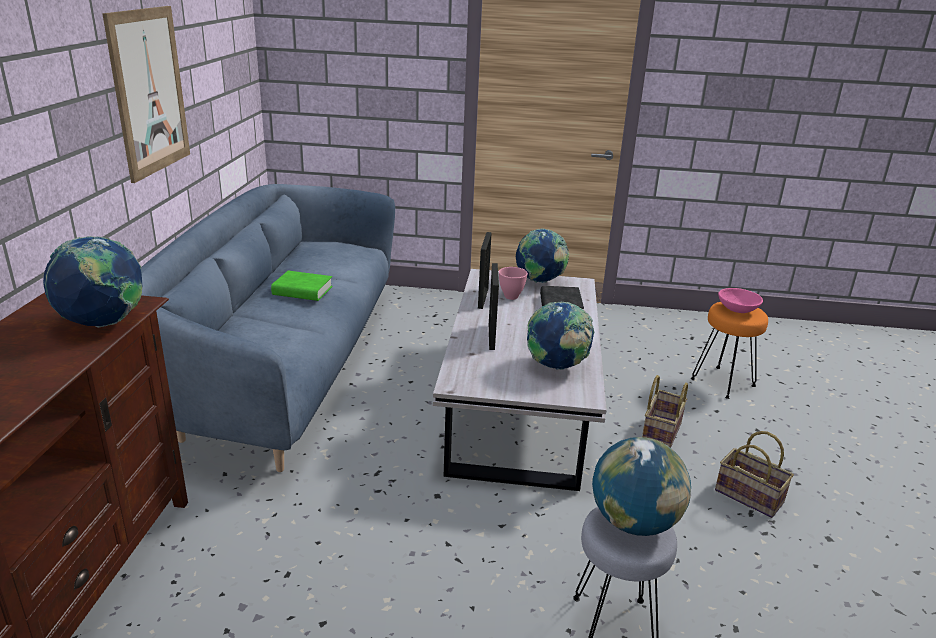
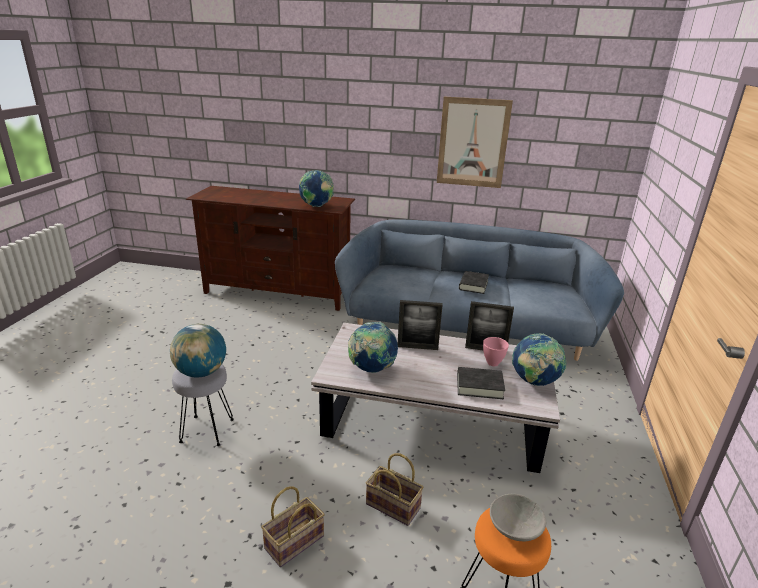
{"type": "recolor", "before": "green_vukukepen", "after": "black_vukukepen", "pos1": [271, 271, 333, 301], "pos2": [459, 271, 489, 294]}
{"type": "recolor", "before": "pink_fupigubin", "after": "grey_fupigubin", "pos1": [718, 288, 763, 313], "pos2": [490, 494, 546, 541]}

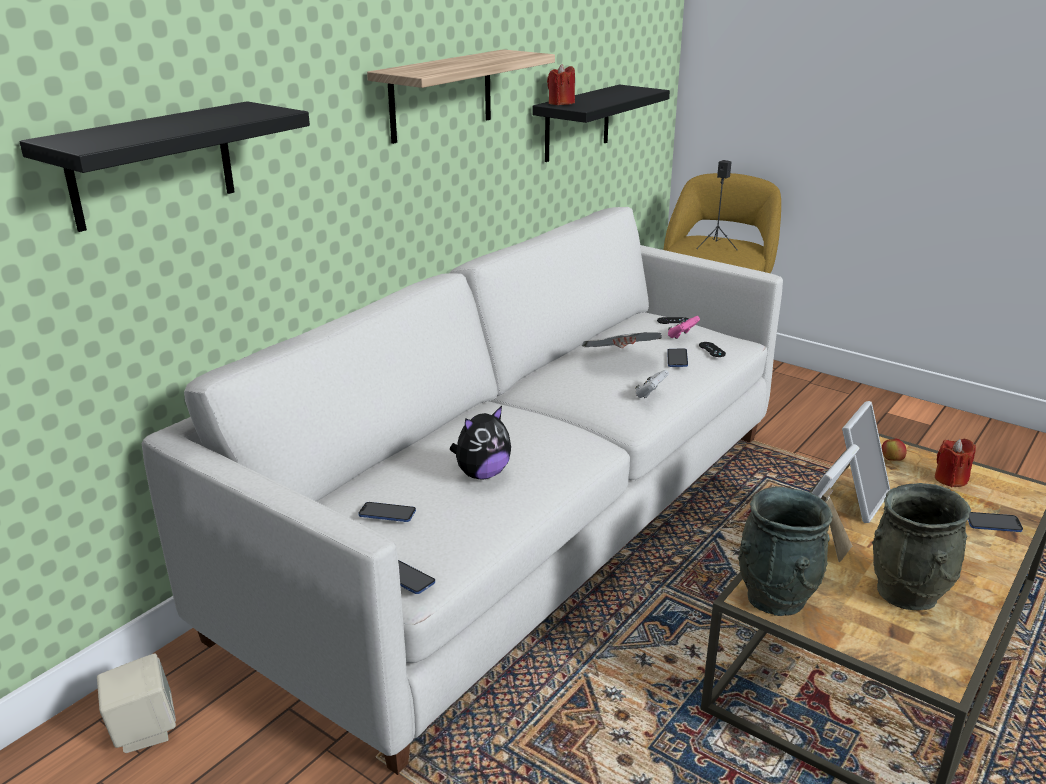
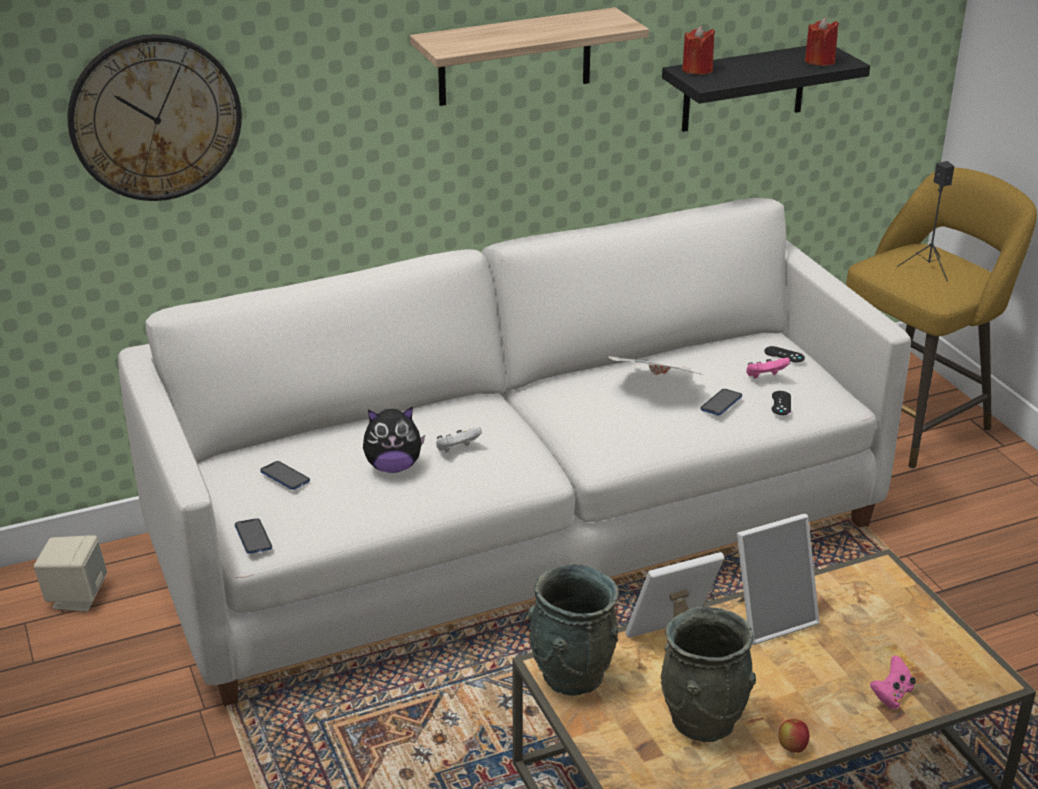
{"type": "replace", "before": "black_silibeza", "after": "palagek", "pos1": [19, 101, 310, 232], "pos2": [67, 34, 242, 201]}
{"type": "move", "before": "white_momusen", "pos1": [635, 370, 669, 398], "pos2": [436, 427, 482, 453]}
{"type": "move", "before": "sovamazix", "pos1": [882, 439, 906, 461], "pos2": [779, 719, 809, 753]}
{"type": "move", "before": "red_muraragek", "pos1": [935, 439, 976, 487], "pos2": [805, 17, 839, 66]}
{"type": "replace", "before": "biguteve", "after": "pink_momusen", "pos1": [968, 512, 1023, 532], "pos2": [870, 655, 916, 709]}

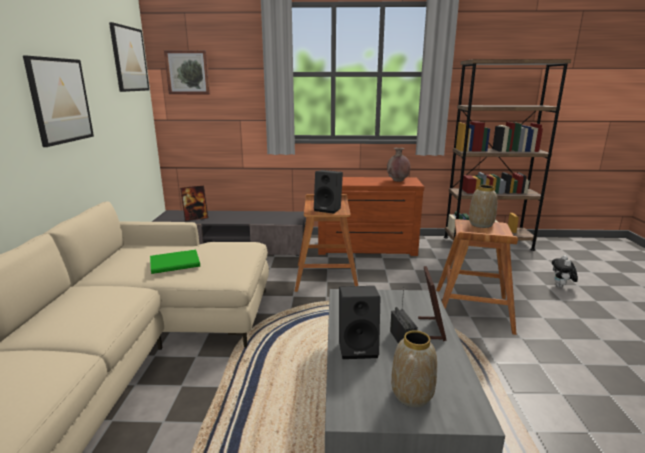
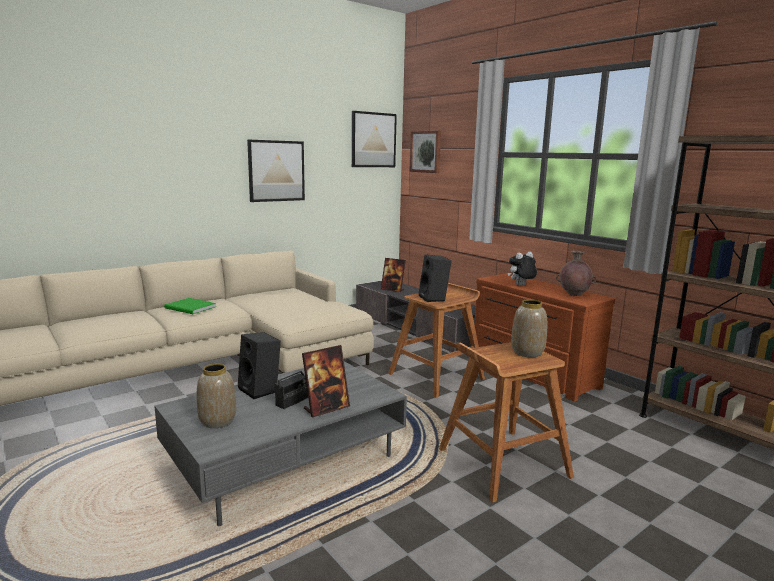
{"type": "move", "before": "green_vukukepen", "pos1": [150, 249, 200, 274], "pos2": [164, 298, 216, 314]}
{"type": "move", "before": "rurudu", "pos1": [552, 255, 578, 288], "pos2": [508, 252, 537, 286]}

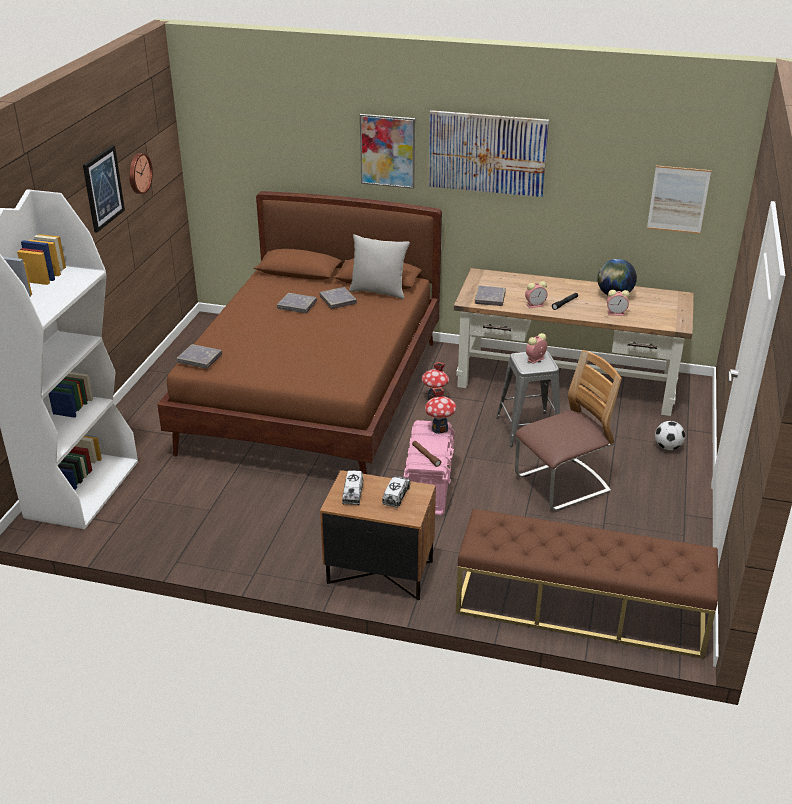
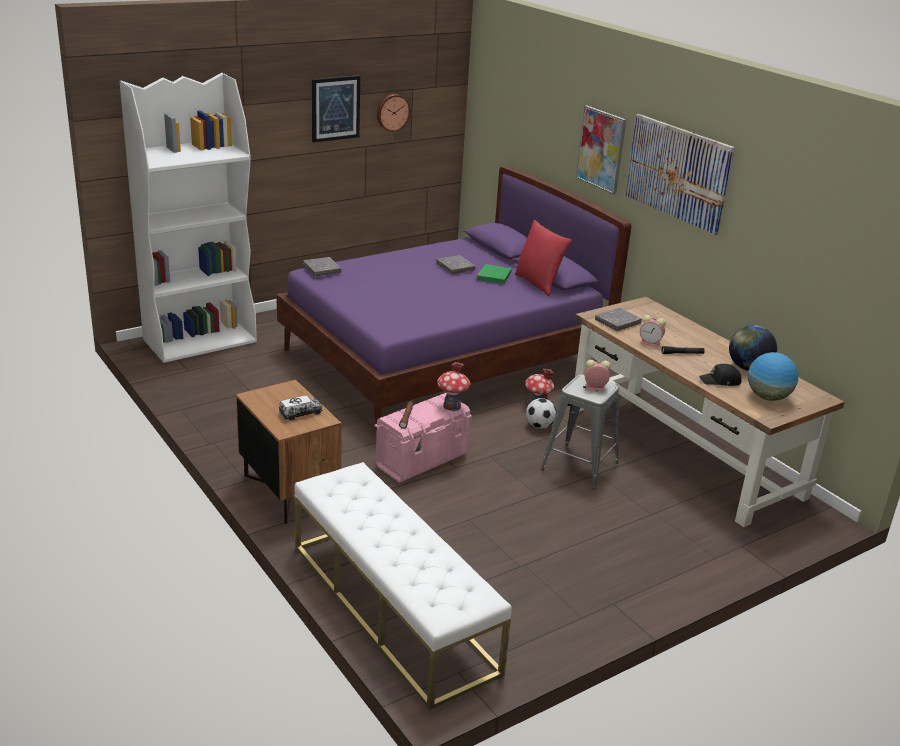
{"type": "recolor", "before": "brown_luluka", "after": "purple_luluka", "pos1": [157, 191, 442, 474], "pos2": [276, 166, 631, 431]}
{"type": "recolor", "before": "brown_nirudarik", "after": "white_nirudarik", "pos1": [456, 509, 718, 659], "pos2": [294, 462, 512, 710]}
{"type": "recolor", "before": "grey_vukukepen", "after": "green_vukukepen", "pos1": [319, 287, 357, 309], "pos2": [477, 264, 512, 284]}
{"type": "recolor", "before": "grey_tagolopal", "after": "red_tagolopal", "pos1": [349, 234, 410, 299], "pos2": [515, 219, 572, 296]}
{"type": "move", "before": "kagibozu", "pos1": [655, 421, 685, 450], "pos2": [526, 398, 556, 429]}
{"type": "replace", "before": "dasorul", "after": "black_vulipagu", "pos1": [607, 290, 630, 316], "pos2": [699, 364, 742, 386]}
{"type": "insert", "after": "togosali", "pos2": [748, 352, 798, 401]}
{"type": "delete", "before": "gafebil", "pos1": [342, 470, 363, 505]}
{"type": "delete", "before": "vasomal", "pos1": [515, 350, 622, 511]}
{"type": "delete", "before": "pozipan", "pos1": [647, 166, 711, 234]}

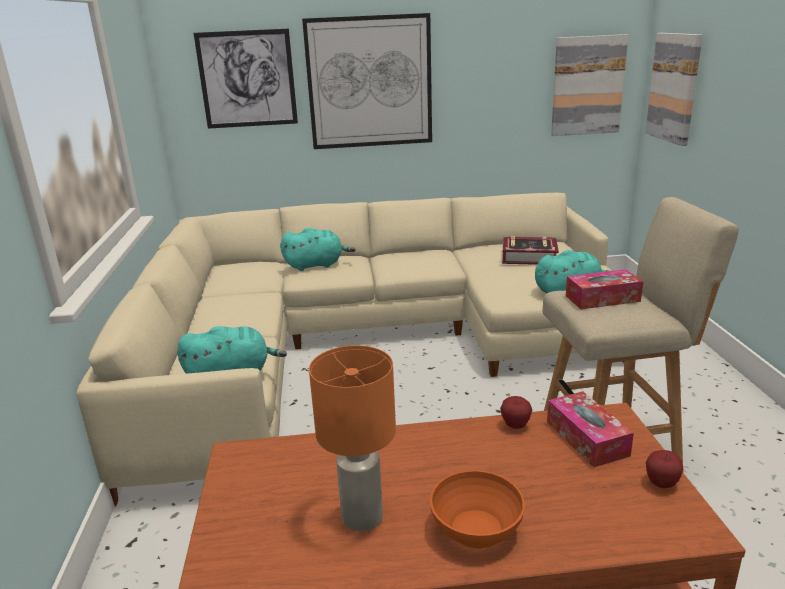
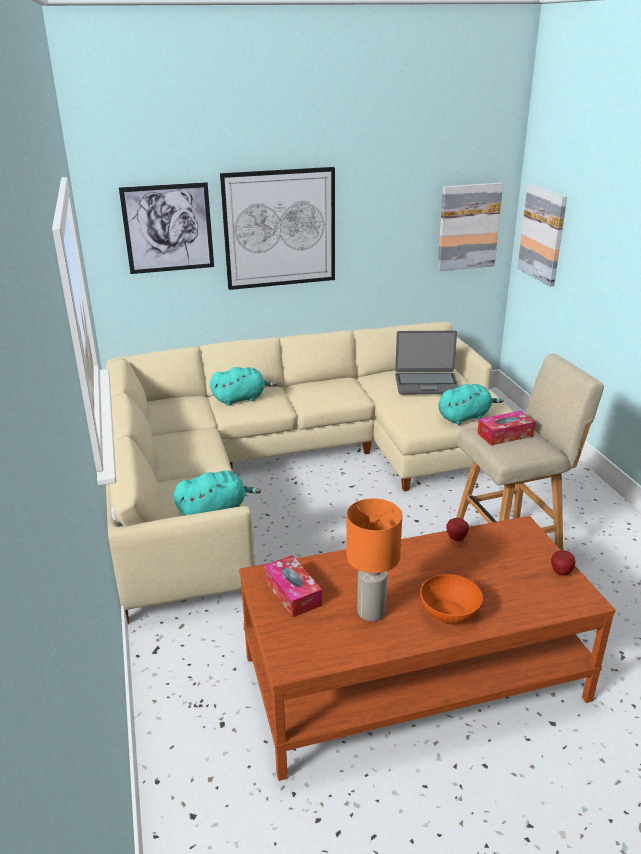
{"type": "move", "before": "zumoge", "pos1": [547, 391, 634, 467], "pos2": [264, 555, 322, 617]}
{"type": "replace", "before": "vukukepen", "after": "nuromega", "pos1": [502, 236, 559, 265], "pos2": [395, 331, 459, 394]}

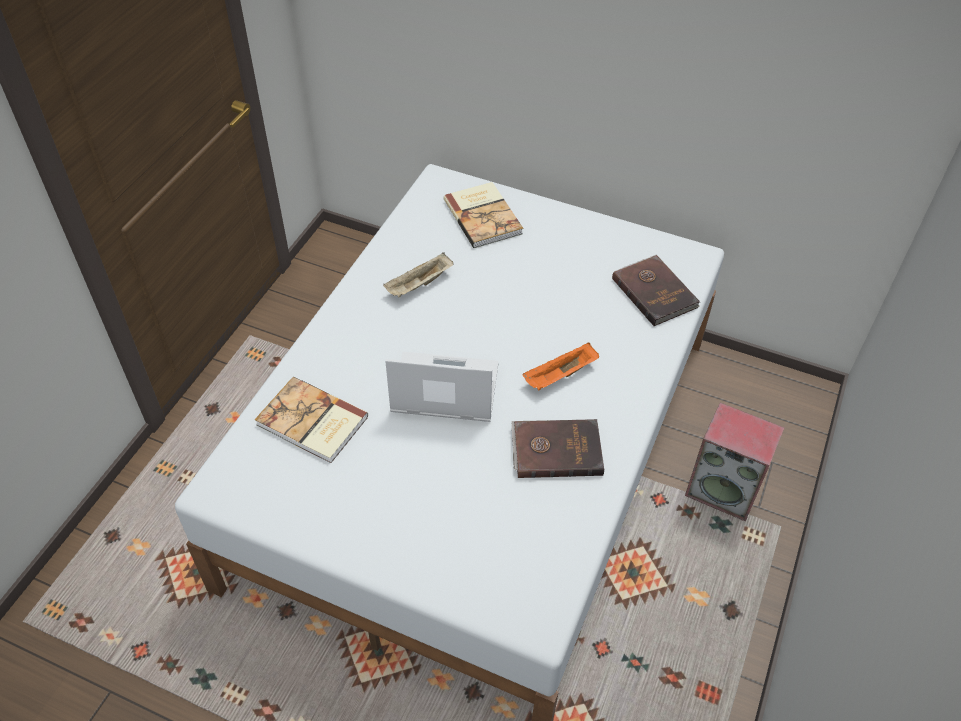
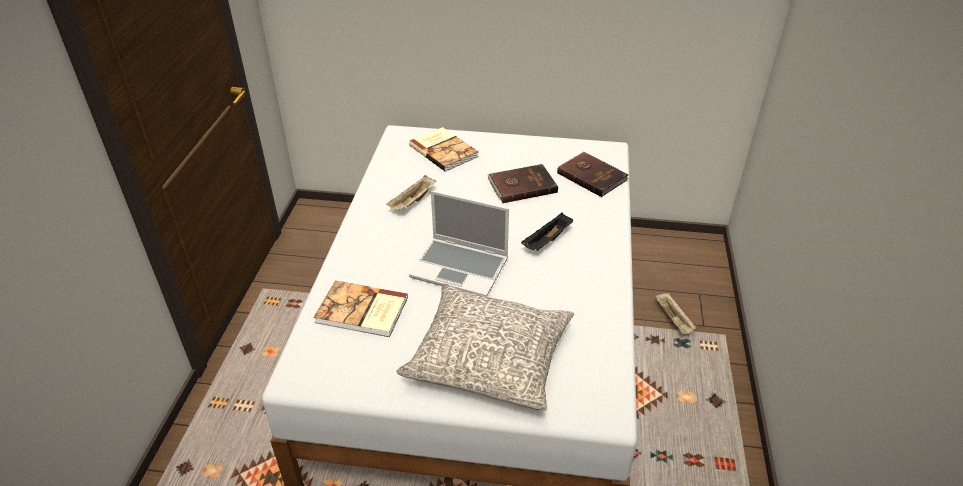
{"type": "insert", "after": "grey_tagolopal", "pos2": [396, 283, 574, 411]}
{"type": "rotate", "before": "nuromega", "pos1": [385, 352, 499, 422], "pos2": [409, 191, 509, 297], "turn": -150}
{"type": "move", "before": "brown_vukukepen", "pos1": [511, 419, 604, 478], "pos2": [487, 164, 558, 203]}
{"type": "recolor", "before": "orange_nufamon", "after": "black_nufamon", "pos1": [522, 342, 599, 390], "pos2": [521, 213, 573, 251]}
{"type": "replace", "before": "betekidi", "after": "beige_nufamon", "pos1": [685, 403, 784, 522], "pos2": [655, 292, 696, 334]}

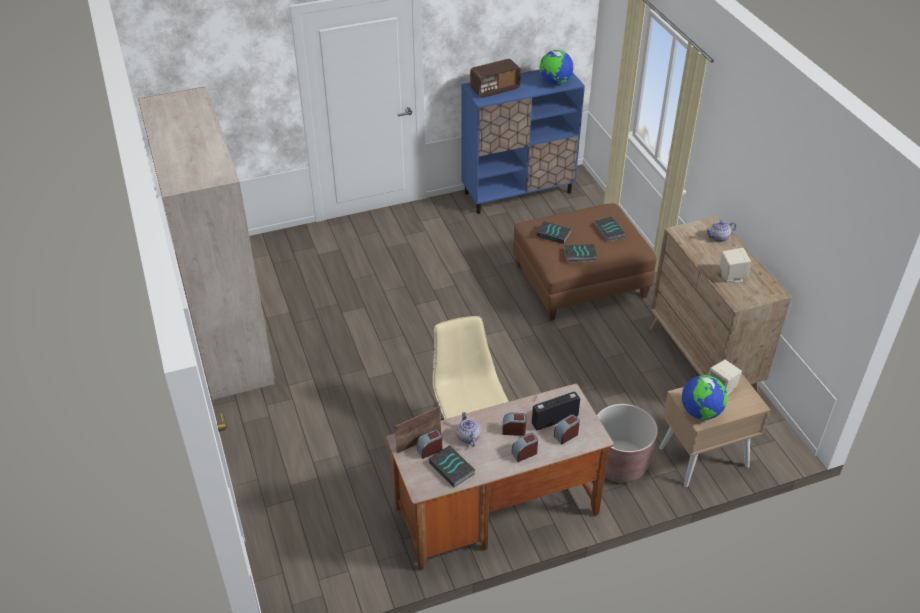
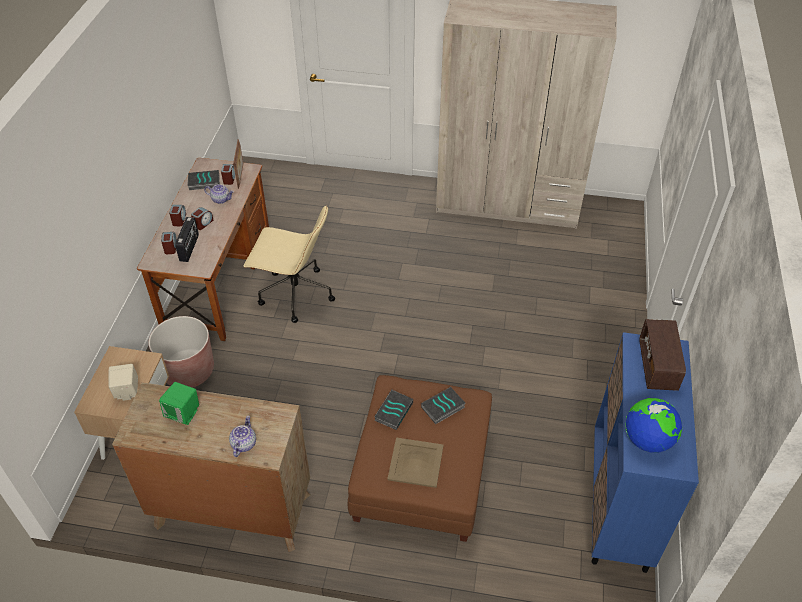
{"type": "recolor", "before": "beige_betekidi", "after": "green_betekidi", "pos1": [720, 248, 751, 283], "pos2": [159, 382, 199, 425]}
{"type": "replace", "before": "vukukepen", "after": "beige_nufamon", "pos1": [594, 217, 625, 242], "pos2": [387, 437, 444, 488]}
{"type": "delete", "before": "togosali", "pos1": [682, 375, 728, 420]}

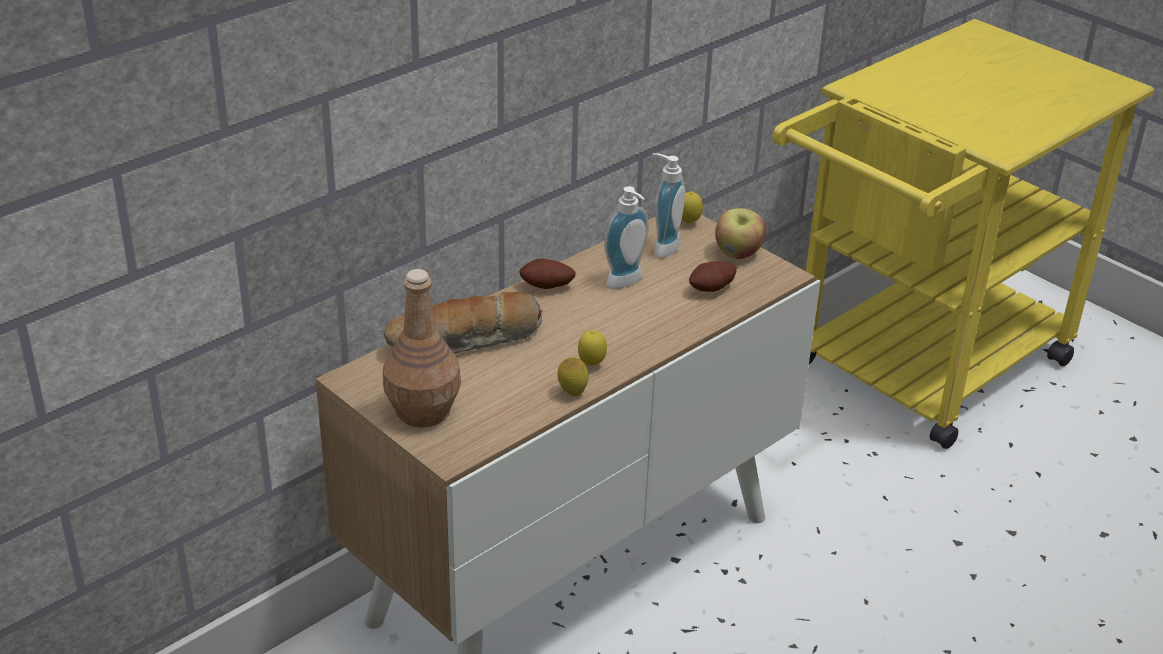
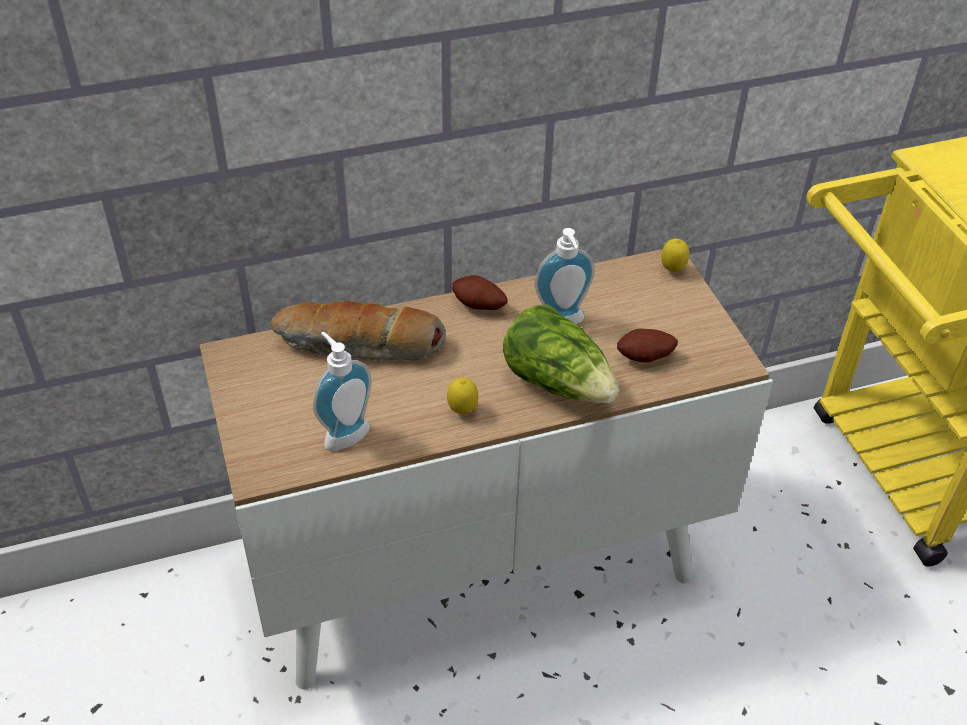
{"type": "move", "before": "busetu", "pos1": [652, 153, 685, 258], "pos2": [313, 332, 372, 451]}
{"type": "insert", "after": "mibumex", "pos2": [503, 305, 619, 403]}
{"type": "delete", "before": "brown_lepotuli", "pos1": [383, 269, 461, 428]}
{"type": "delete", "before": "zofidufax", "pos1": [557, 357, 589, 396]}
{"type": "delete", "before": "sovamazix", "pos1": [715, 208, 766, 259]}

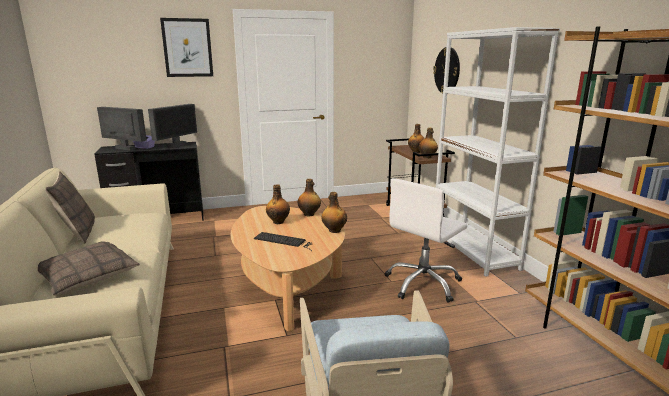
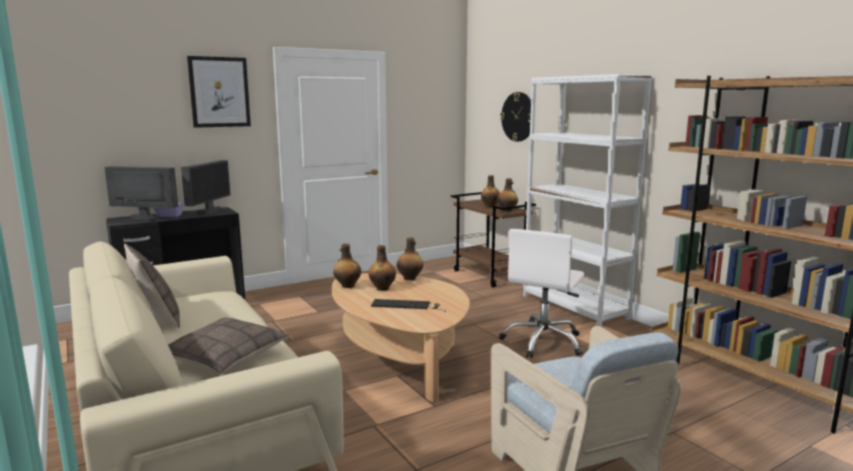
{"type": "move", "before": "lepotuli", "pos1": [321, 192, 347, 233], "pos2": [333, 243, 361, 288]}

